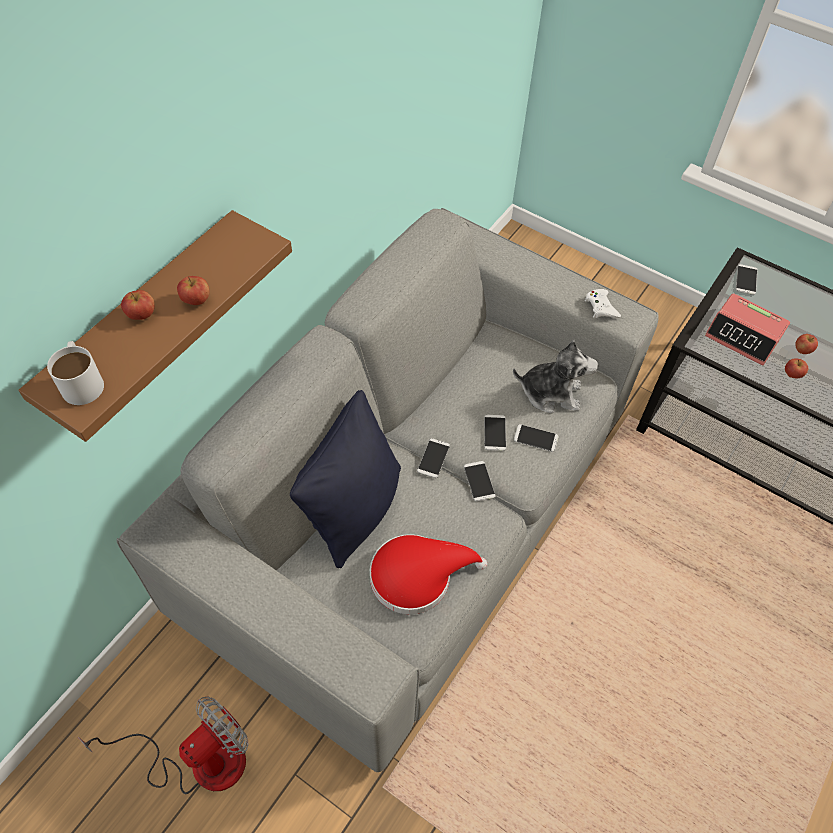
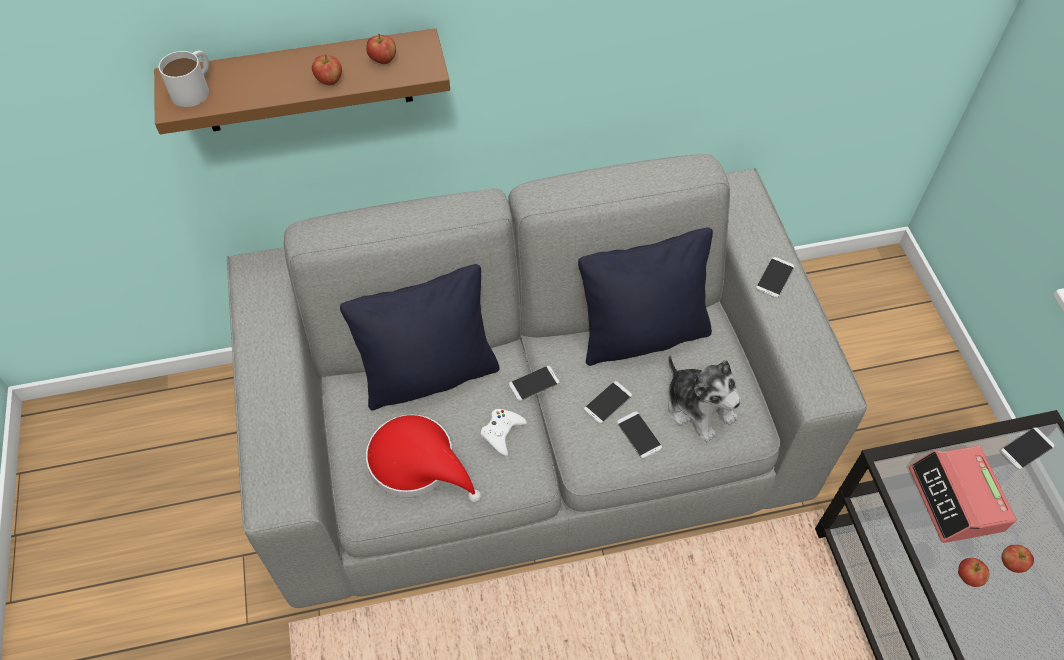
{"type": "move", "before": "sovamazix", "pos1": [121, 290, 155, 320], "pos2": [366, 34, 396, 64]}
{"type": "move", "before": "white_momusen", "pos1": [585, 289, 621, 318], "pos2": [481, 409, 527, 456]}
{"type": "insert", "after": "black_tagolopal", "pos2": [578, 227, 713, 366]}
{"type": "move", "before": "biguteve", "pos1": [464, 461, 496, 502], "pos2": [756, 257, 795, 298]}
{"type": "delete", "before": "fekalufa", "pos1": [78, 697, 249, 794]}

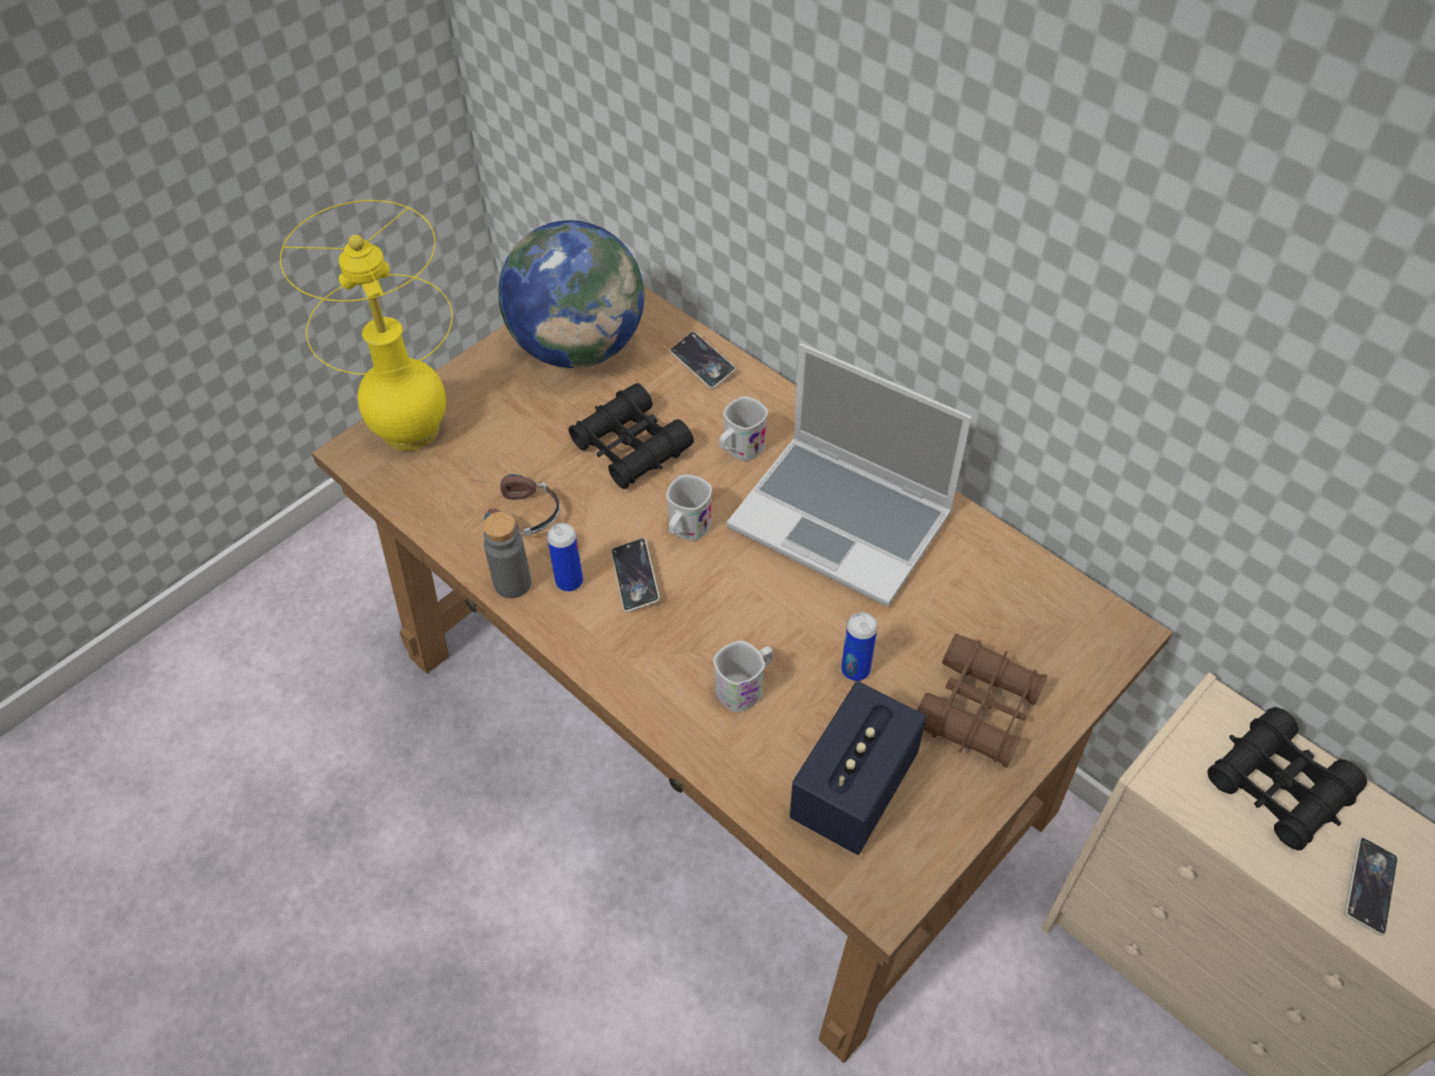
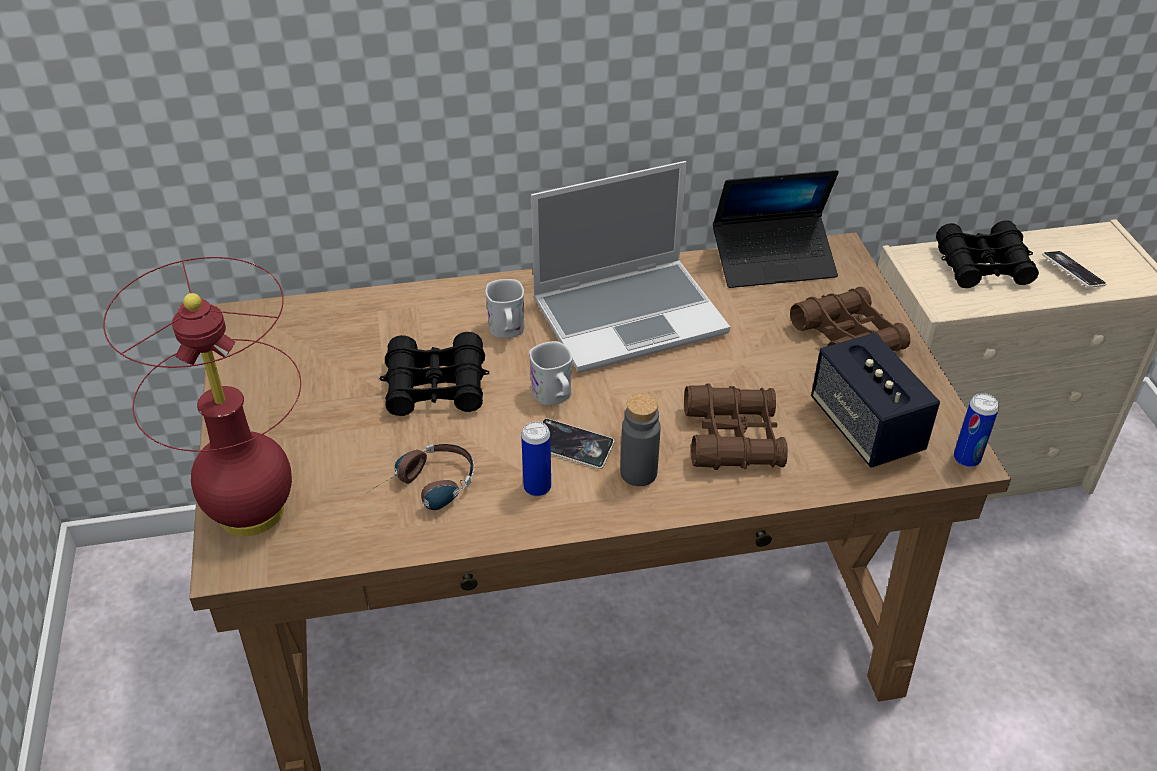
{"type": "recolor", "before": "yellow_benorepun", "after": "red_benorepun", "pos1": [280, 200, 453, 451], "pos2": [103, 257, 301, 536]}
{"type": "move", "before": "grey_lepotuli", "pos1": [483, 512, 531, 598], "pos2": [620, 393, 660, 486]}
{"type": "replace", "before": "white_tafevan", "after": "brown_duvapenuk", "pos1": [713, 641, 773, 712], "pos2": [684, 383, 788, 470]}
{"type": "insert", "after": "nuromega", "pos2": [713, 170, 839, 288]}
{"type": "move", "before": "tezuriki", "pos1": [841, 612, 877, 681], "pos2": [954, 393, 999, 467]}
{"type": "delete", "before": "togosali", "pos1": [498, 220, 644, 368]}
{"type": "delete", "before": "biguteve", "pos1": [670, 332, 736, 389]}

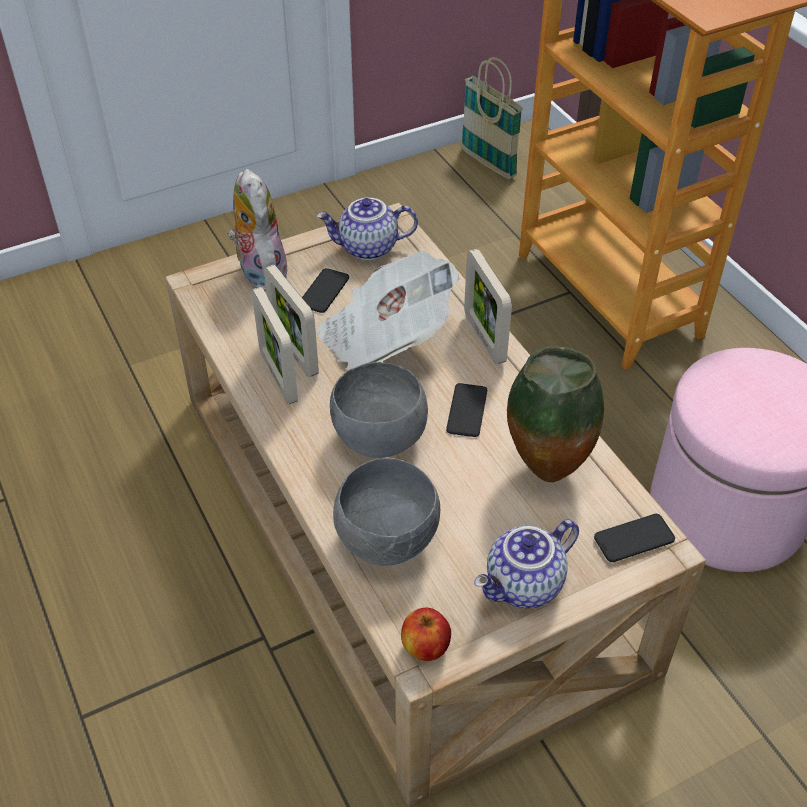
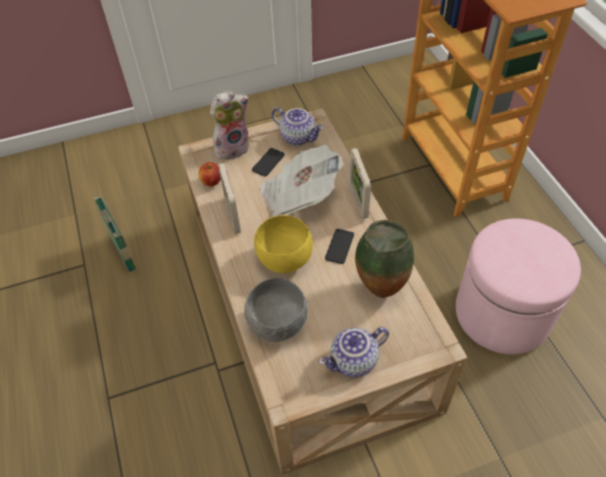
{"type": "move", "before": "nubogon", "pos1": [461, 57, 523, 179], "pos2": [93, 192, 136, 273]}
{"type": "move", "before": "sovamazix", "pos1": [401, 608, 451, 661], "pos2": [198, 162, 221, 187]}
{"type": "rotate", "before": "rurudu", "pos1": [227, 169, 287, 291], "pos2": [210, 90, 249, 159], "turn": 75}
{"type": "recolor", "before": "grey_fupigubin", "after": "yellow_fupigubin", "pos1": [330, 362, 428, 458], "pos2": [254, 215, 313, 273]}
{"type": "rotate", "before": "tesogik", "pos1": [316, 198, 418, 260], "pos2": [272, 107, 324, 146], "turn": -150}
{"type": "delete", "before": "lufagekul", "pos1": [264, 264, 319, 378]}
{"type": "delete", "before": "biguteve", "pos1": [594, 514, 675, 562]}

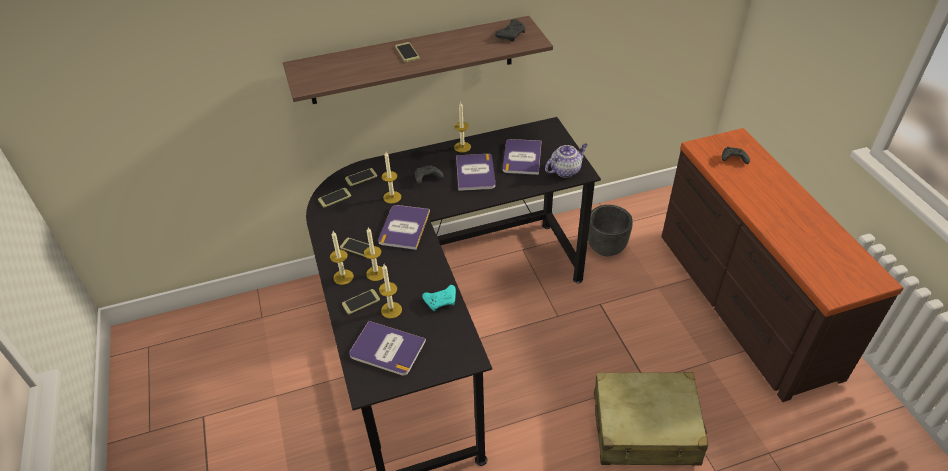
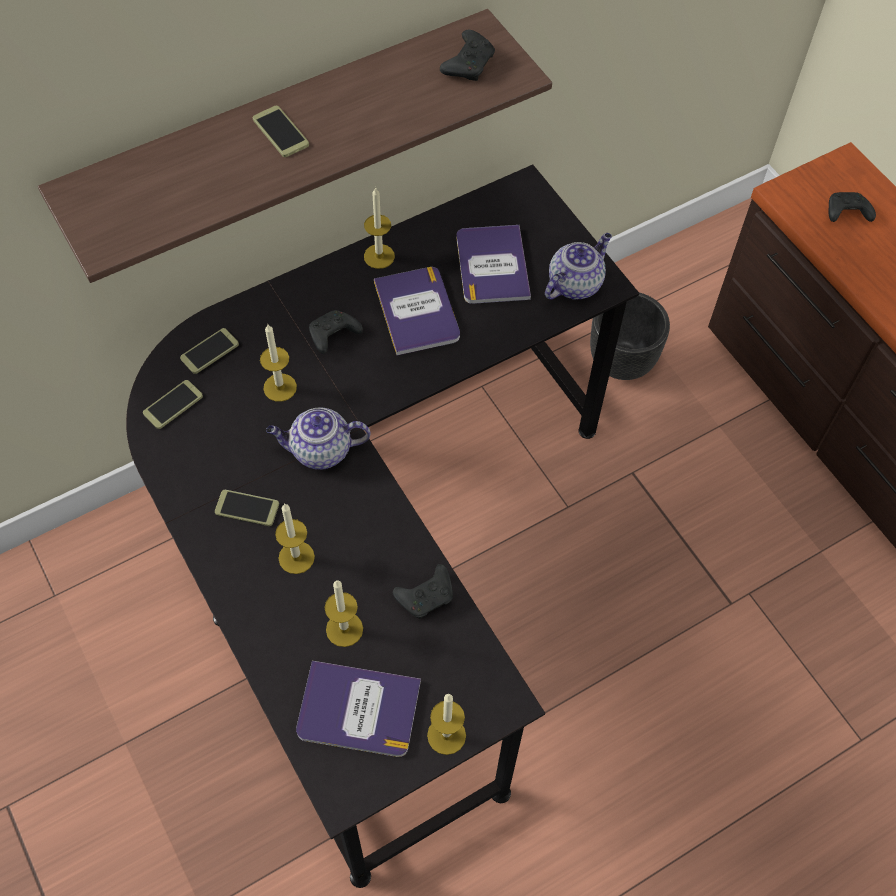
{"type": "replace", "before": "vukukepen", "after": "tesogik", "pos1": [378, 205, 430, 250], "pos2": [266, 407, 371, 470]}
{"type": "recolor", "before": "turquoise_momusen", "after": "black_momusen", "pos1": [422, 285, 456, 311], "pos2": [393, 564, 453, 619]}
{"type": "move", "before": "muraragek", "pos1": [330, 231, 354, 285], "pos2": [427, 694, 466, 755]}
{"type": "delete", "before": "biguteve", "pos1": [342, 289, 380, 314]}
{"type": "delete", "before": "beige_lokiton", "pos1": [594, 372, 708, 466]}

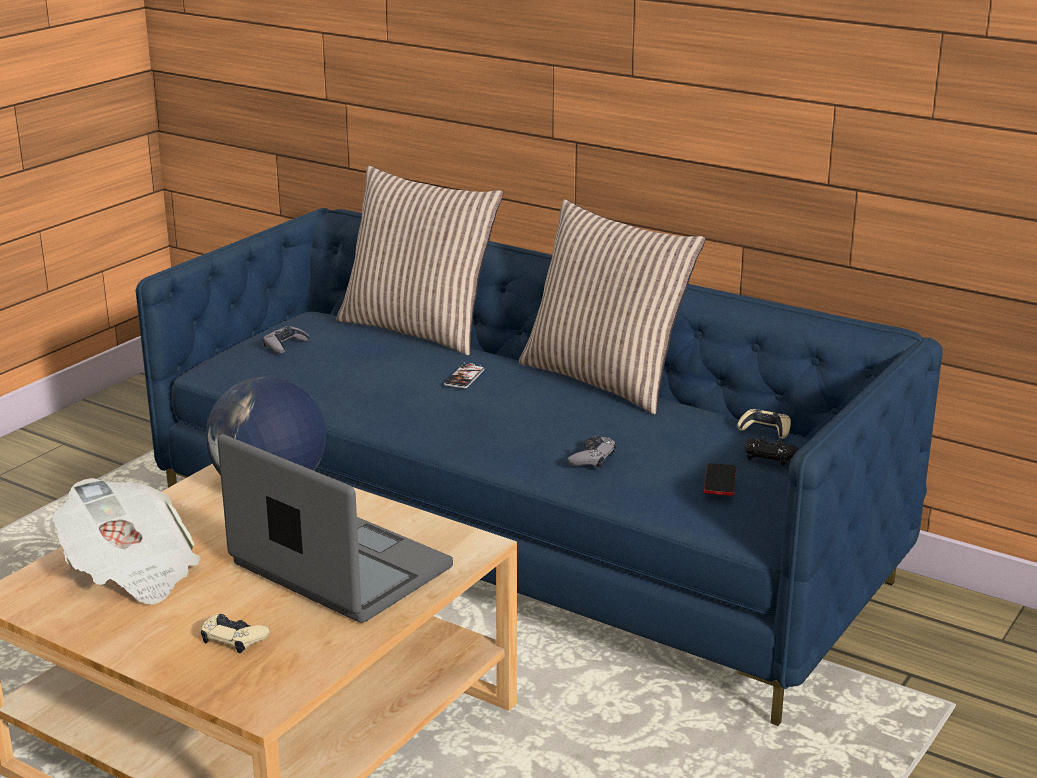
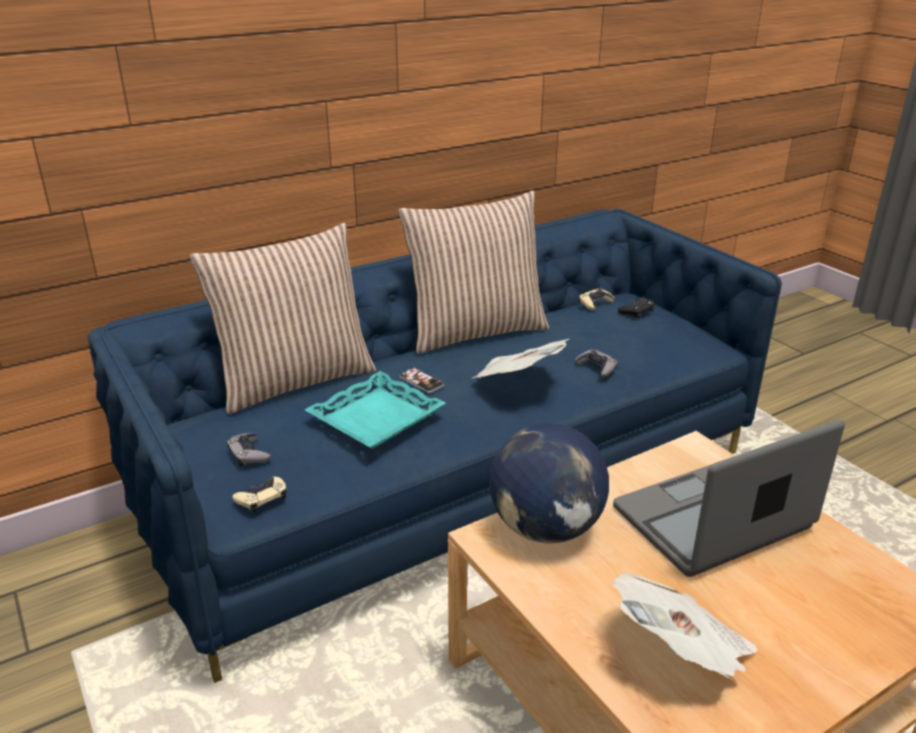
{"type": "move", "before": "beige_momusen", "pos1": [201, 614, 270, 653], "pos2": [232, 477, 286, 513]}
{"type": "insert", "after": "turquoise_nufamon", "pos2": [305, 371, 446, 449]}
{"type": "insert", "after": "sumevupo", "pos2": [472, 339, 569, 378]}
{"type": "delete", "before": "biguteve", "pos1": [704, 463, 736, 496]}

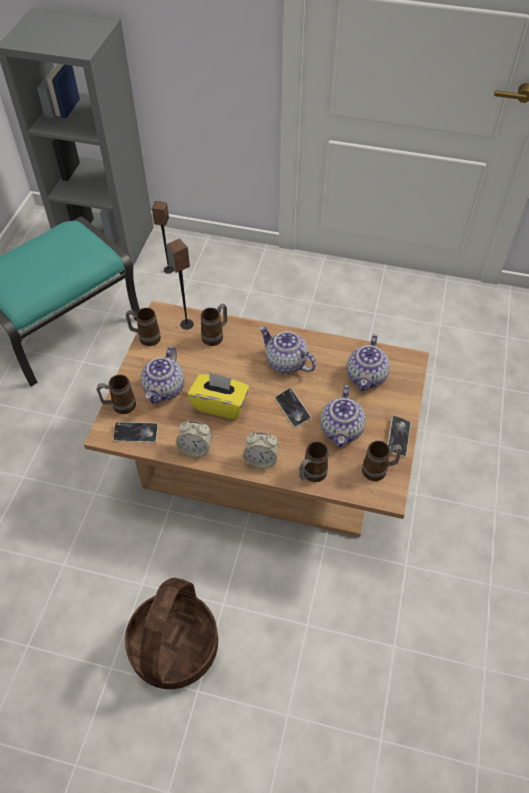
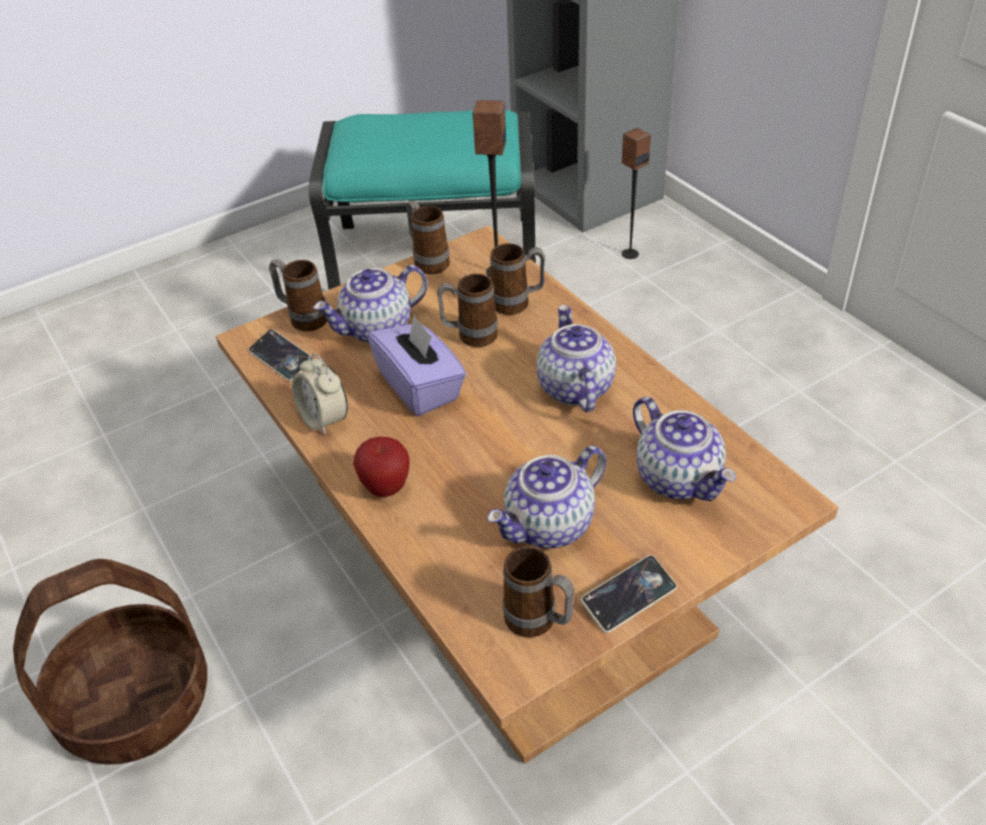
{"type": "replace", "before": "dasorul", "after": "sovamazix", "pos1": [243, 431, 278, 469], "pos2": [353, 437, 409, 497]}
{"type": "recolor", "before": "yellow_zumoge", "after": "purple_zumoge", "pos1": [188, 372, 250, 420], "pos2": [368, 314, 466, 416]}
{"type": "move", "before": "tafevan", "pos1": [299, 441, 328, 482], "pos2": [437, 274, 498, 347]}
{"type": "rotate", "before": "tesogik", "pos1": [347, 334, 390, 391], "pos2": [633, 397, 736, 501], "turn": -90}
{"type": "delete", "before": "biguteve", "pos1": [275, 388, 311, 428]}

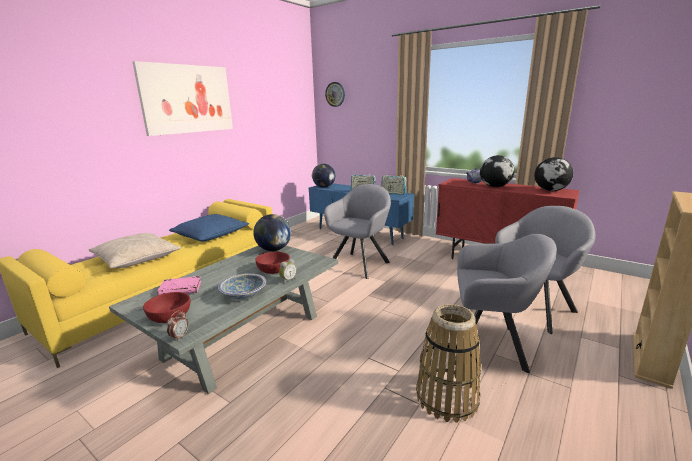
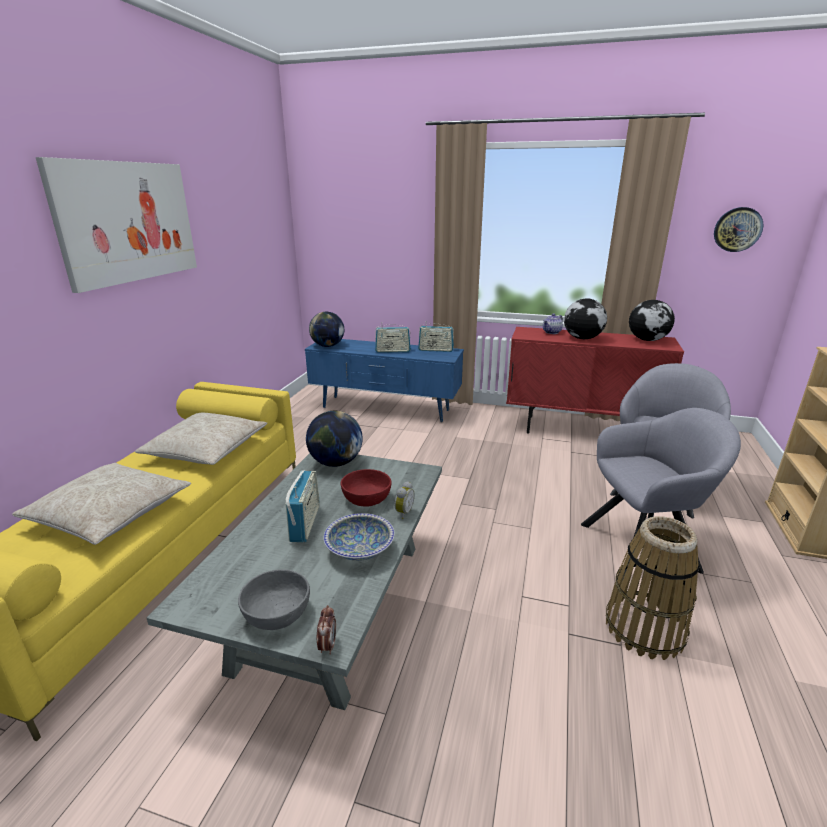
{"type": "recolor", "before": "blue_tagolopal", "after": "beige_tagolopal", "pos1": [169, 214, 249, 242], "pos2": [135, 413, 267, 465]}
{"type": "recolor", "before": "red_fupigubin", "after": "grey_fupigubin", "pos1": [143, 292, 190, 323], "pos2": [238, 569, 310, 630]}
{"type": "insert", "after": "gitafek", "pos2": [286, 470, 320, 542]}
{"type": "move", "before": "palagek", "pos1": [325, 82, 345, 107], "pos2": [714, 207, 763, 252]}
{"type": "delete", "before": "pink_vukukepen", "pos1": [157, 276, 201, 295]}
{"type": "delete", "before": "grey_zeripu", "pos1": [324, 184, 391, 279]}

